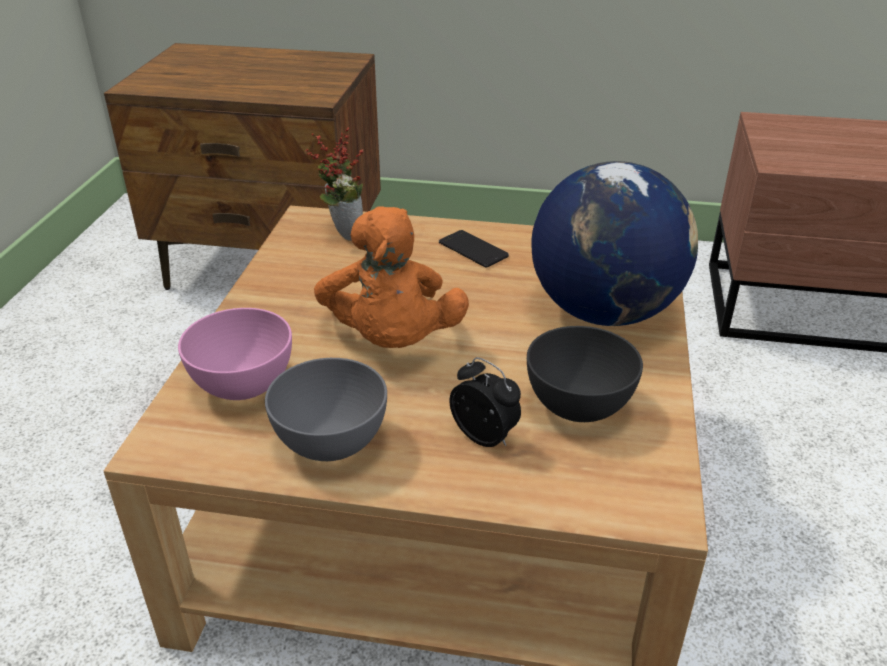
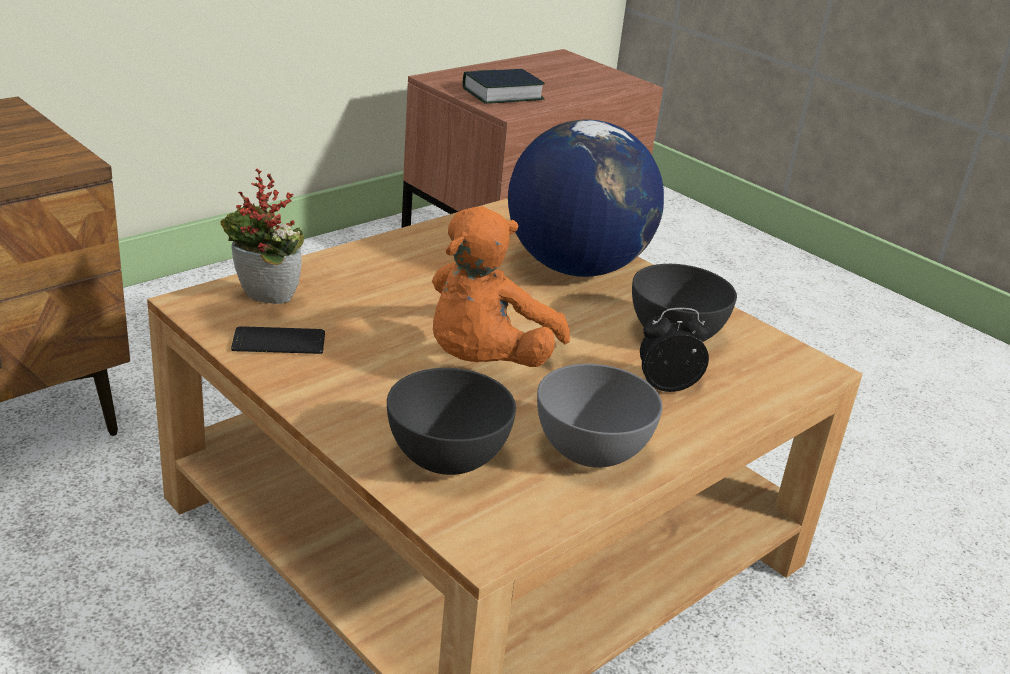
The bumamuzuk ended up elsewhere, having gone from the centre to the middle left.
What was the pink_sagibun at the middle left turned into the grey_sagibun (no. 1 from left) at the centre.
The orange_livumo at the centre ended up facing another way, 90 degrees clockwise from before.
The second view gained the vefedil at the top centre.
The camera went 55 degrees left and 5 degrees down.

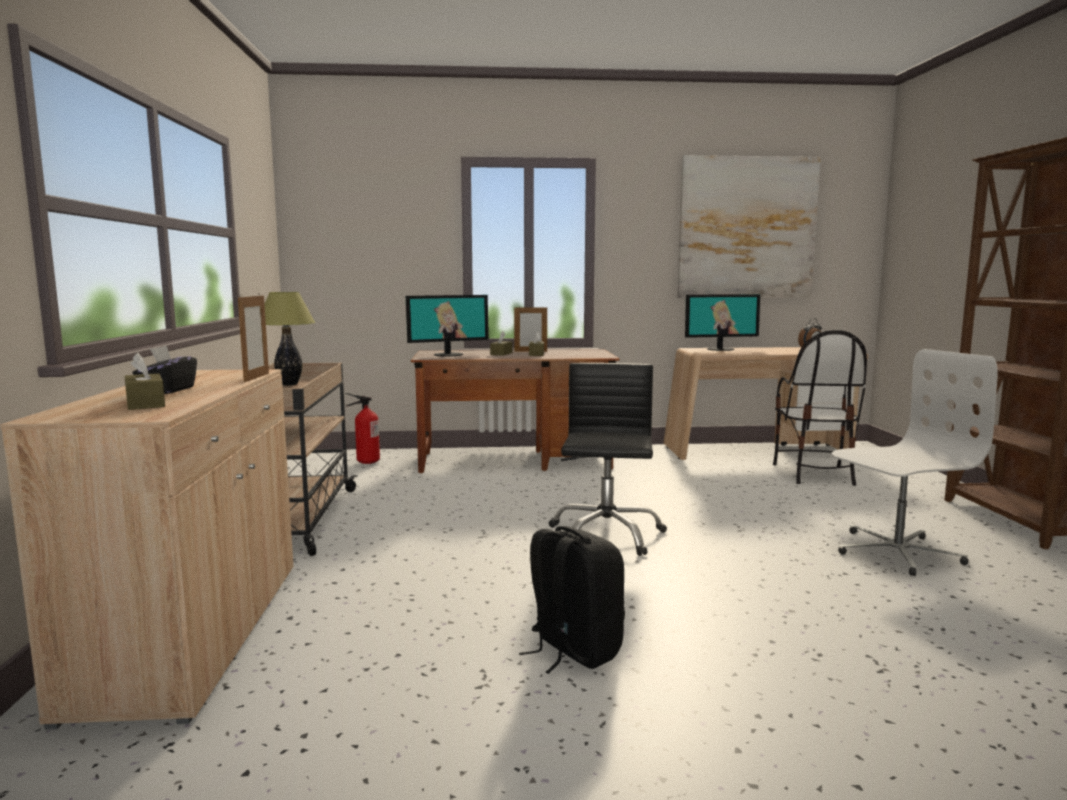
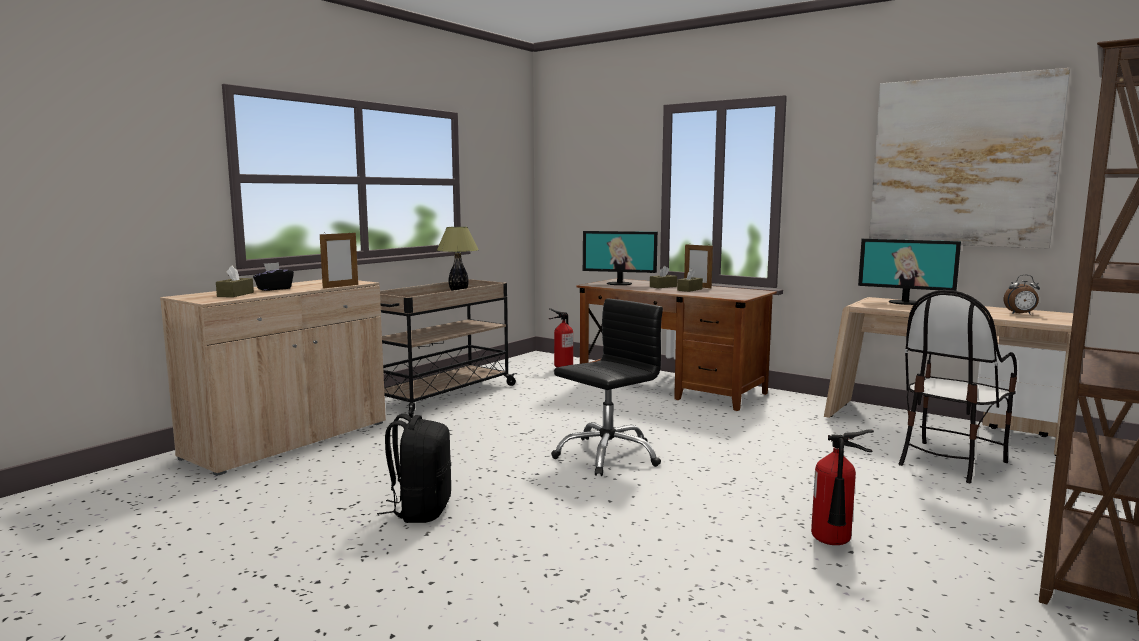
Where the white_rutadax stood at the middle right, the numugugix (no. 2 from left) came to stand at the bottom right.
The camera went 40 degrees right and 0 degrees up.

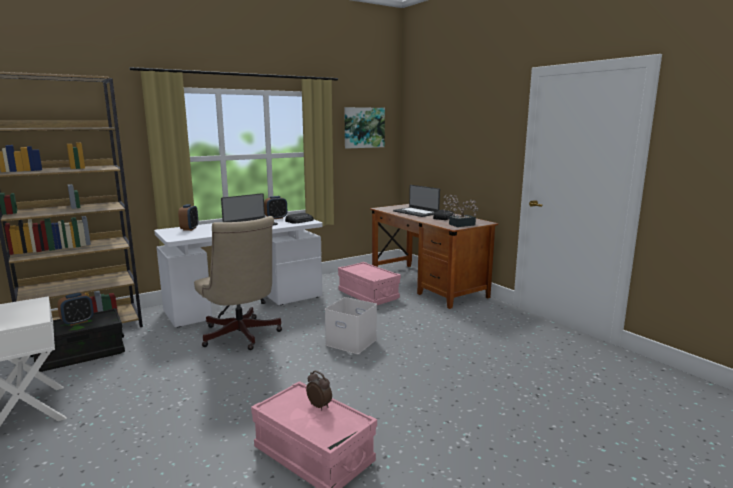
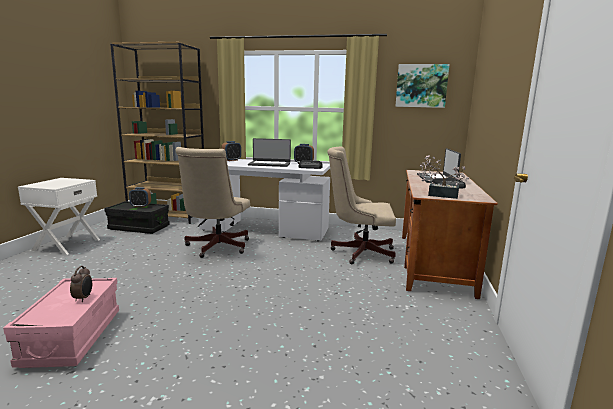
Where the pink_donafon (no. 2 from left) stood at the centre, the beige_rutadax (no. 2 from left) came to stand at the centre.
The second view lost the white_donafon at the centre.
The camera went 45 degrees right and 0 degrees up.

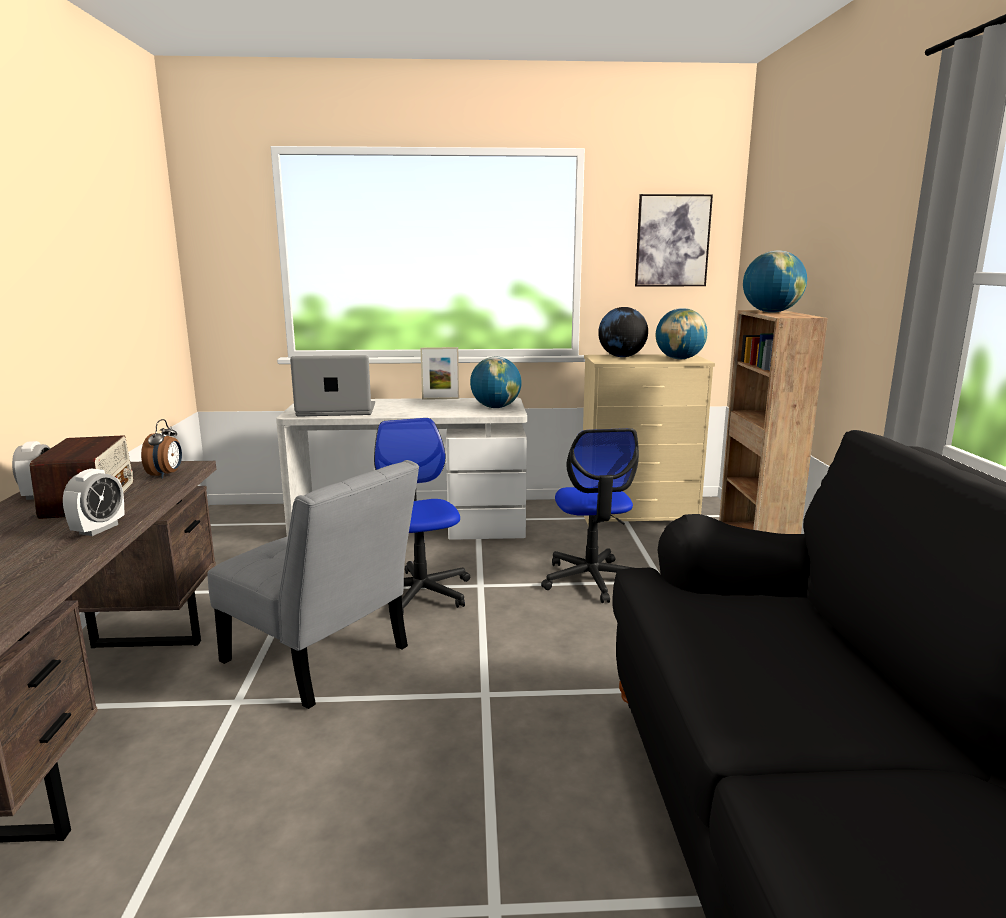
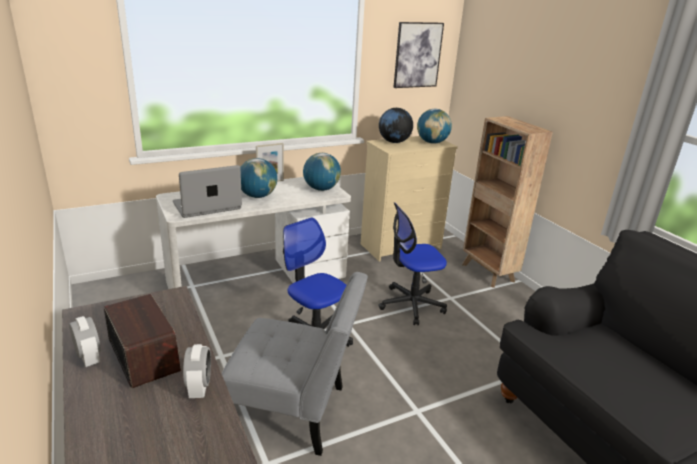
The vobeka (no. 4 from left in the first image) ended up elsewhere, having gone from the top right to the centre.
The rutadax (no. 2 from left) at the centre ended up facing another way, 105 degrees clockwise from before.
The second view lost the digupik (no. 3 from left) at the middle left.
The camera went 25 degrees left and 10 degrees up.

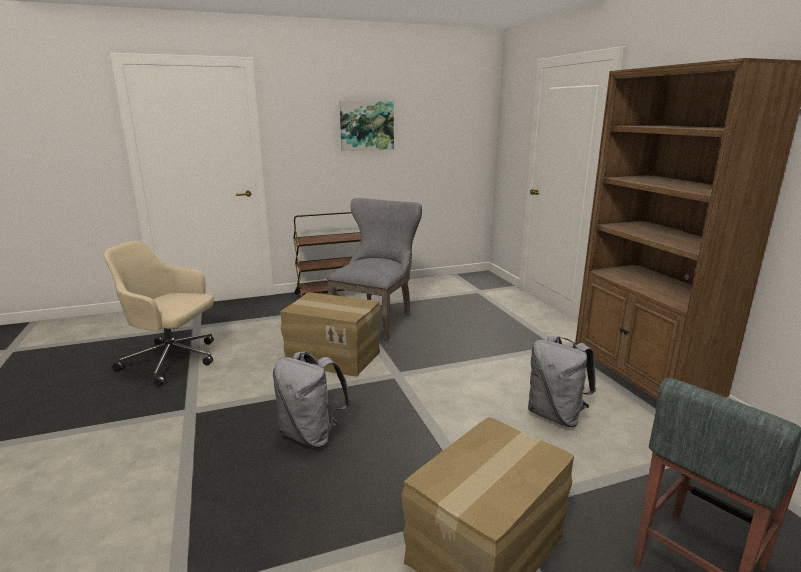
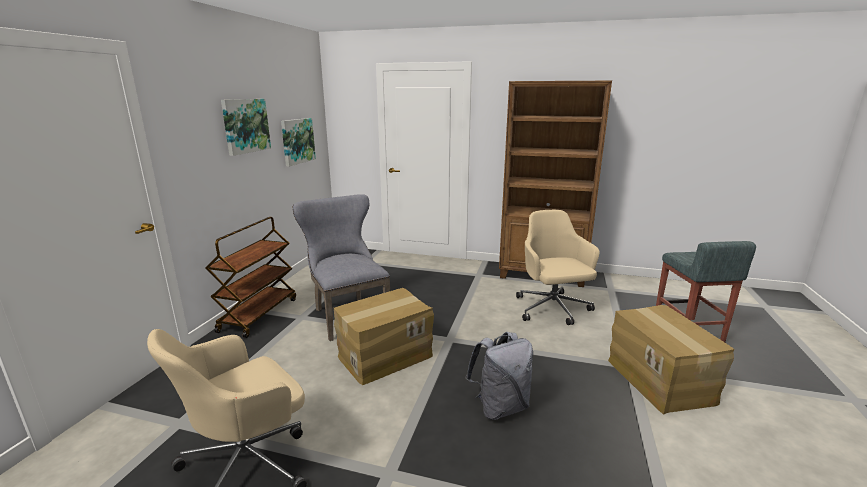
The second view gained the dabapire (no. 2 from left) at the top centre.
Where the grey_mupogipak (no. 2 from left) stood at the middle right, the beige_rutadax (no. 2 from left) came to stand at the centre.
The camera went 55 degrees left and 0 degrees up.

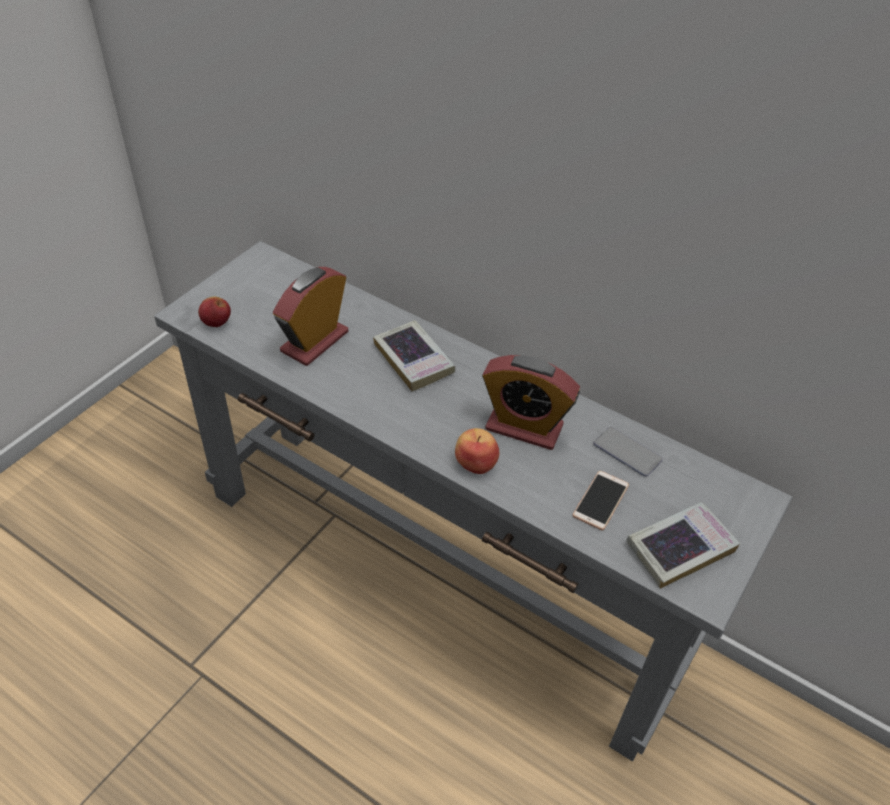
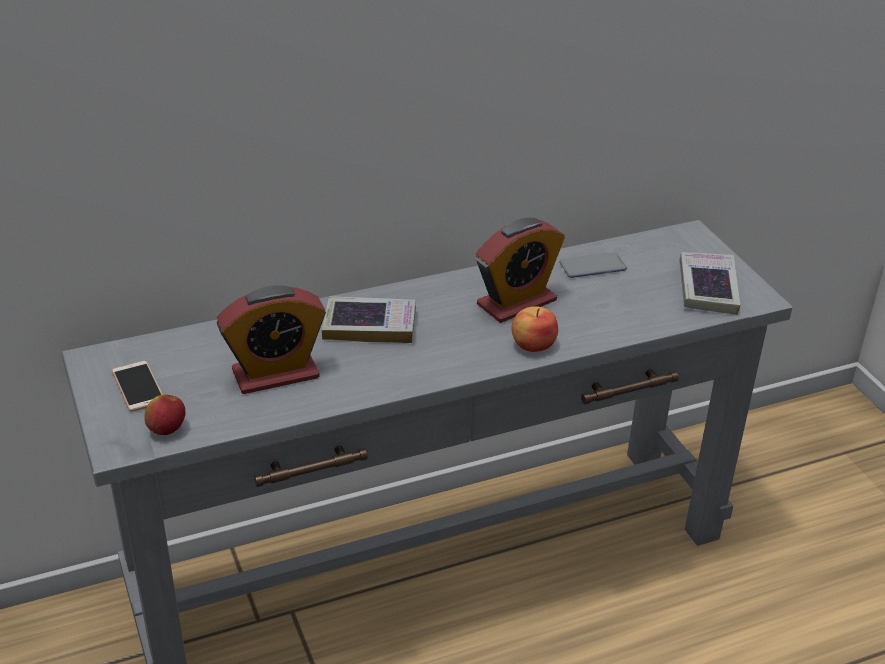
The bumamuzuk (no. 1 from left) ended up elsewhere, having gone from the middle right to the middle left.
The digupik (no. 1 from left) at the centre ended up facing another way, 90 degrees counterclockwise from before.
The camera went 55 degrees left and 10 degrees down.

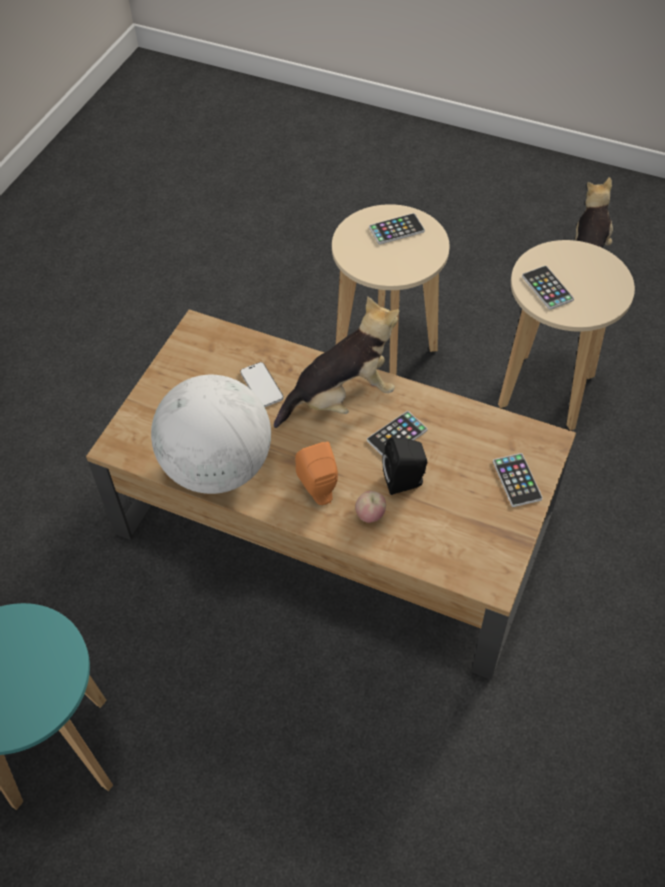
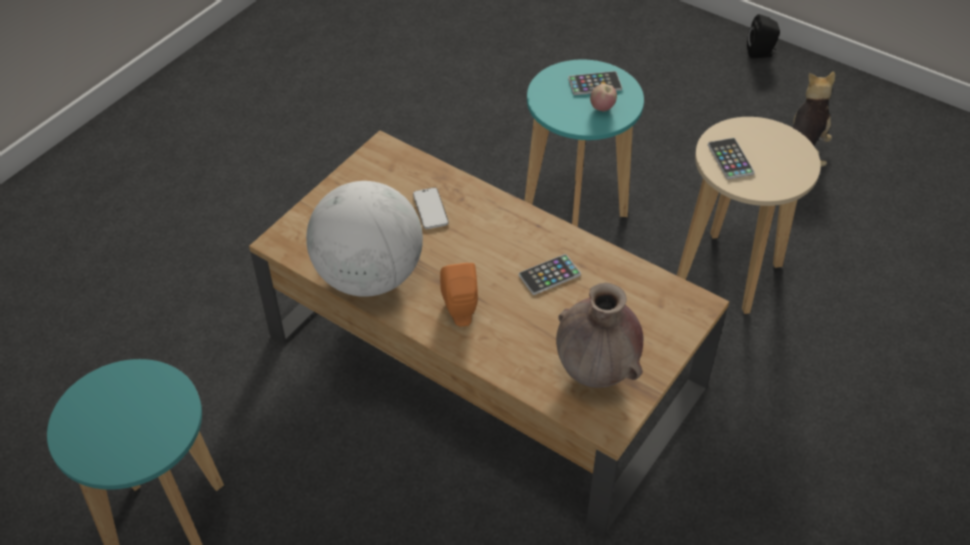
What was the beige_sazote (no. 1 from left) at the top centre turned into the turquoise_sazote (no. 2 from left) at the top centre.
The second view gained the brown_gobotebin at the centre.
The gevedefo ended up elsewhere, having gone from the centre to the top centre.
The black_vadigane ended up elsewhere, having gone from the centre to the top right.
The second view lost the livumo (no. 1 from left) at the centre.
The second view lost the bumamuzuk (no. 4 from left) at the middle right.
The camera went 10 degrees right and 5 degrees down.

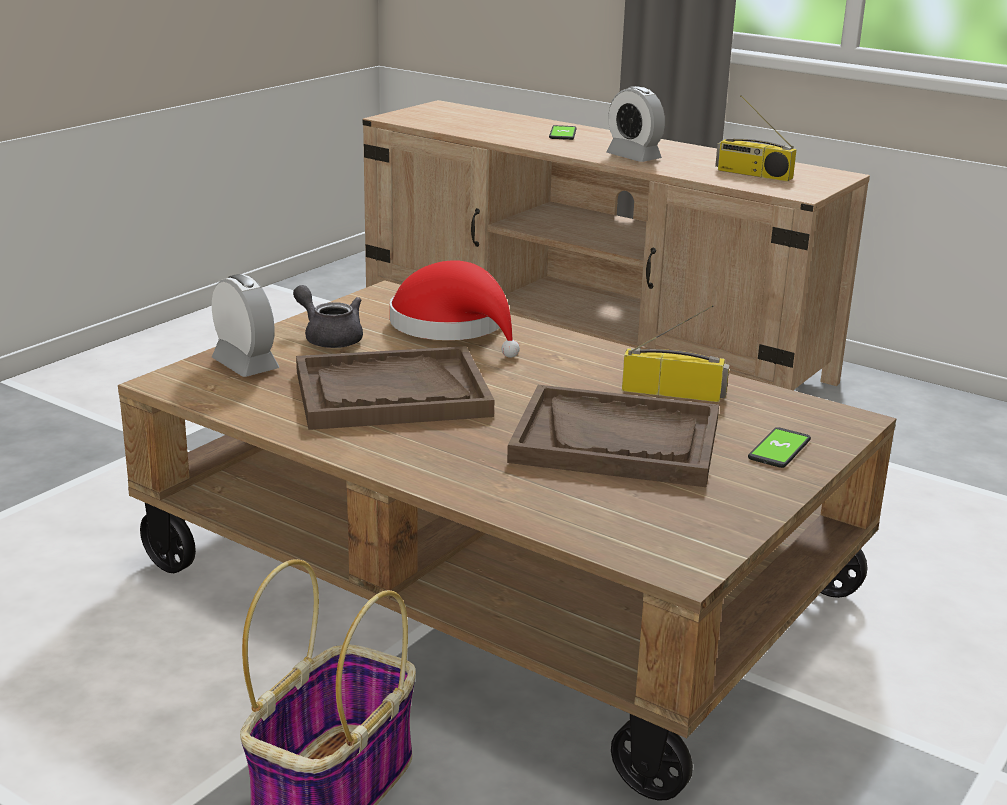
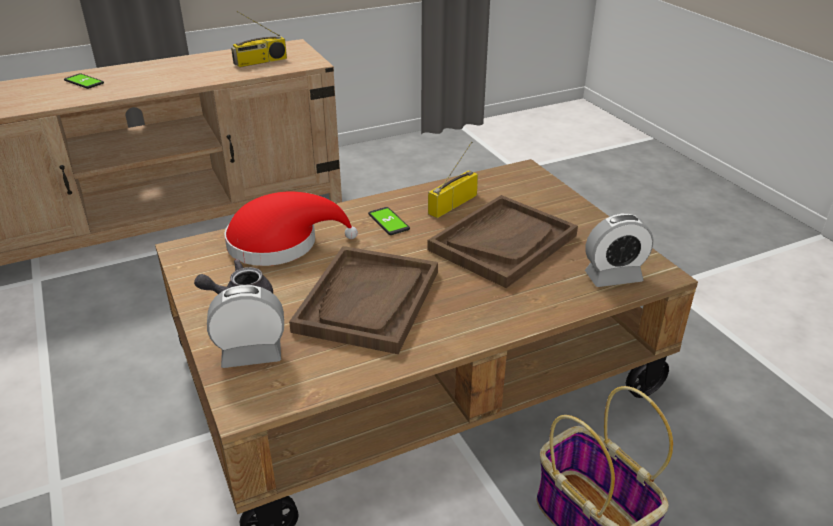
The bumamuzuk (no. 2 from left) ended up elsewhere, having gone from the middle right to the centre.
The digupik (no. 2 from left) ended up elsewhere, having gone from the top centre to the middle right.
The camera went 60 degrees left and 10 degrees up.

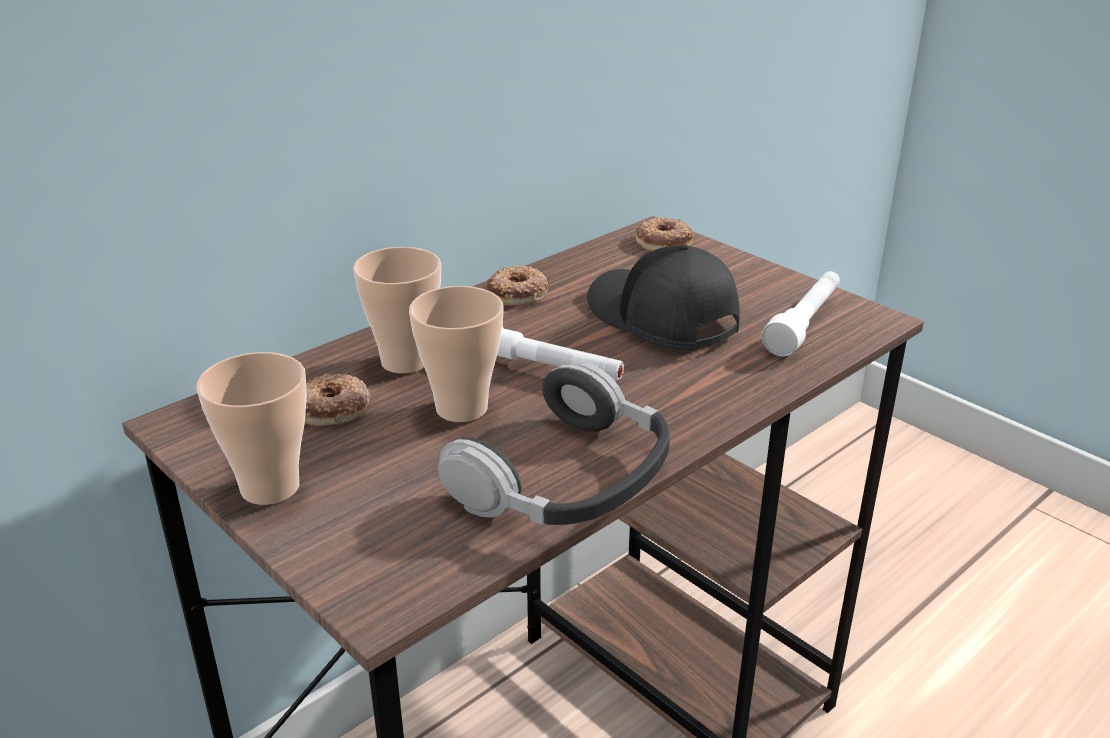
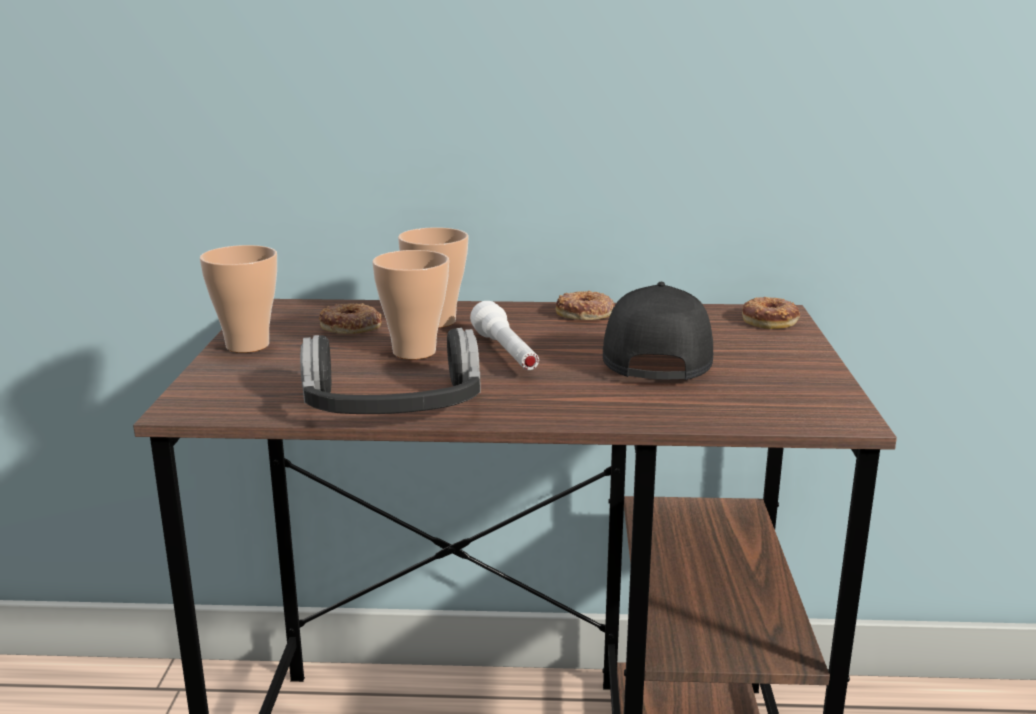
The second view lost the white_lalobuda (no. 2 from left) at the middle right.
The camera went 45 degrees right and 10 degrees down.

